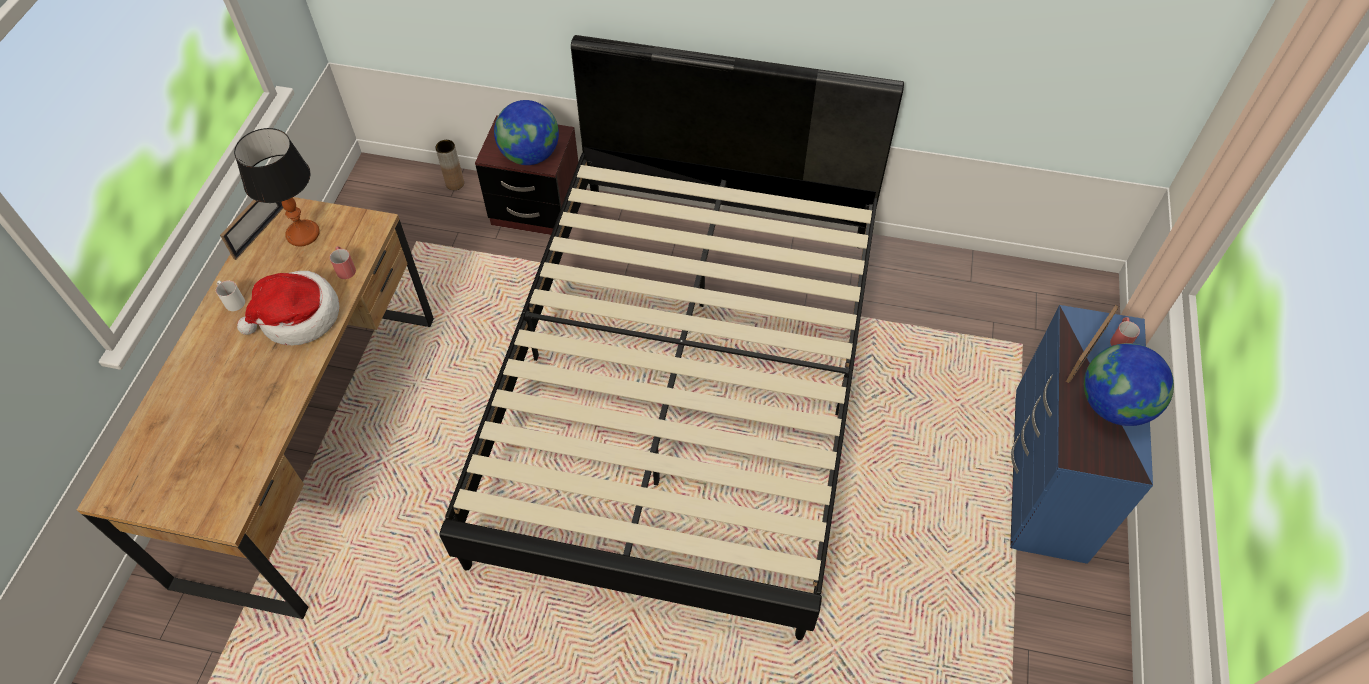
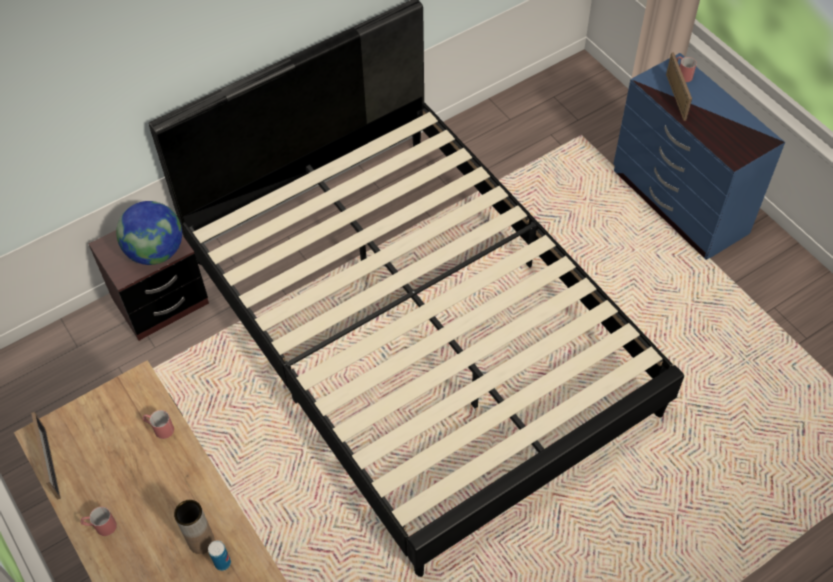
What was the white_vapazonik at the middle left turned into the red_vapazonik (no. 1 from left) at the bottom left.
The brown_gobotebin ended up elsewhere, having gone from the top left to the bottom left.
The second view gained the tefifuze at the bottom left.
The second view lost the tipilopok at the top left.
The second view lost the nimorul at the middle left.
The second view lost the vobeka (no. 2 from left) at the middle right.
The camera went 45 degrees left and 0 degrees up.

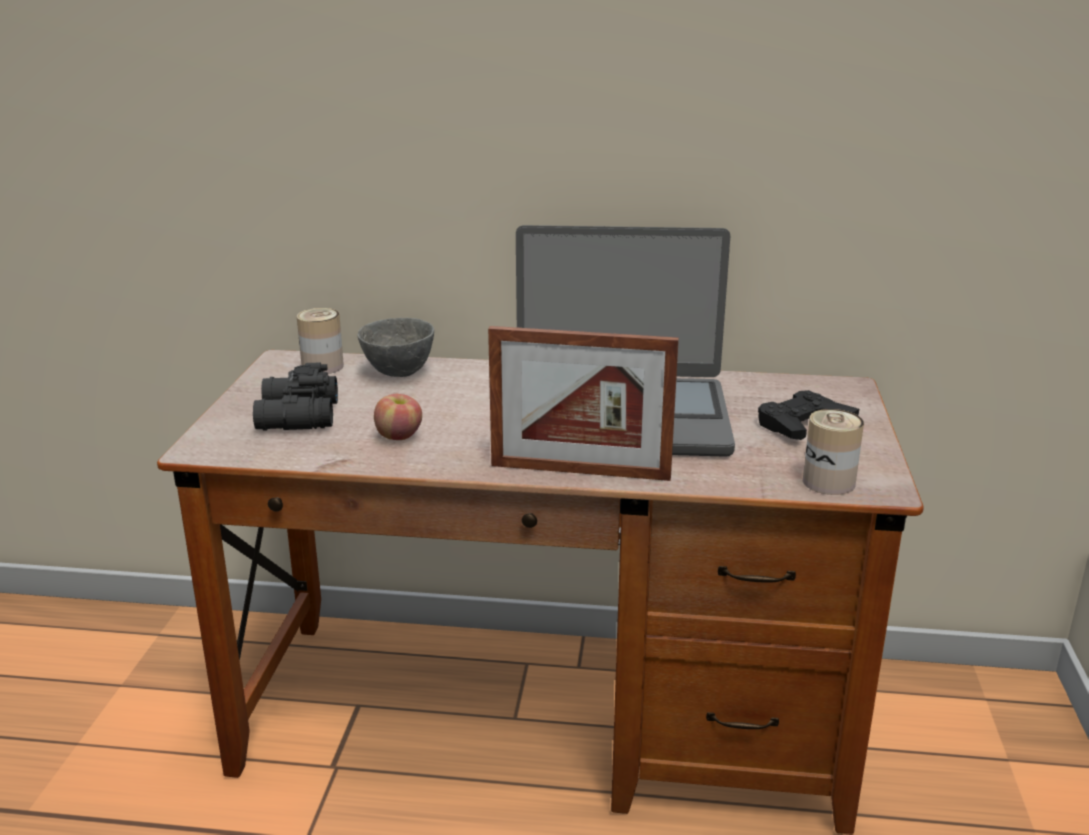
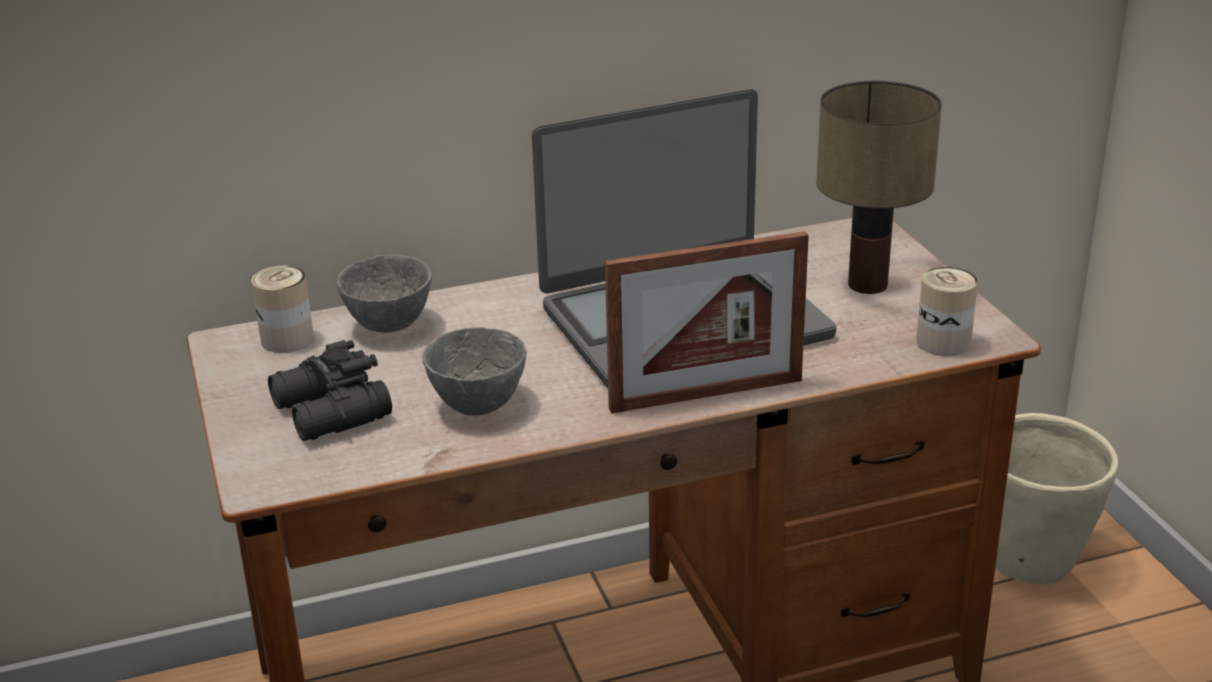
Where the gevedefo stood at the centre, the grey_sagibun (no. 2 from left) came to stand at the centre.
Where the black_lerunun stood at the middle right, the tipilopok came to stand at the top right.
The second view gained the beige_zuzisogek at the bottom right.
The camera went 25 degrees left and 5 degrees up.

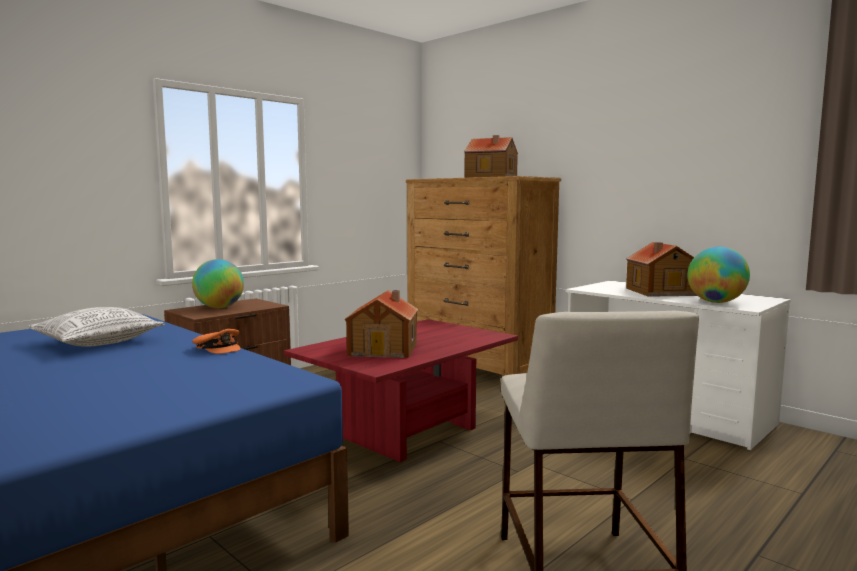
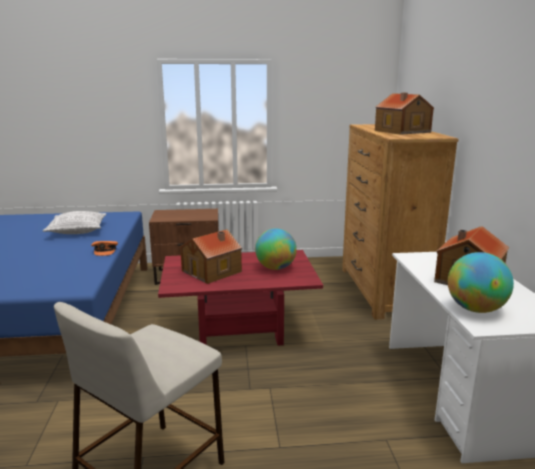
The vobeka (no. 1 from left) ended up elsewhere, having gone from the middle left to the centre.
The camera went 40 degrees right and 10 degrees up.

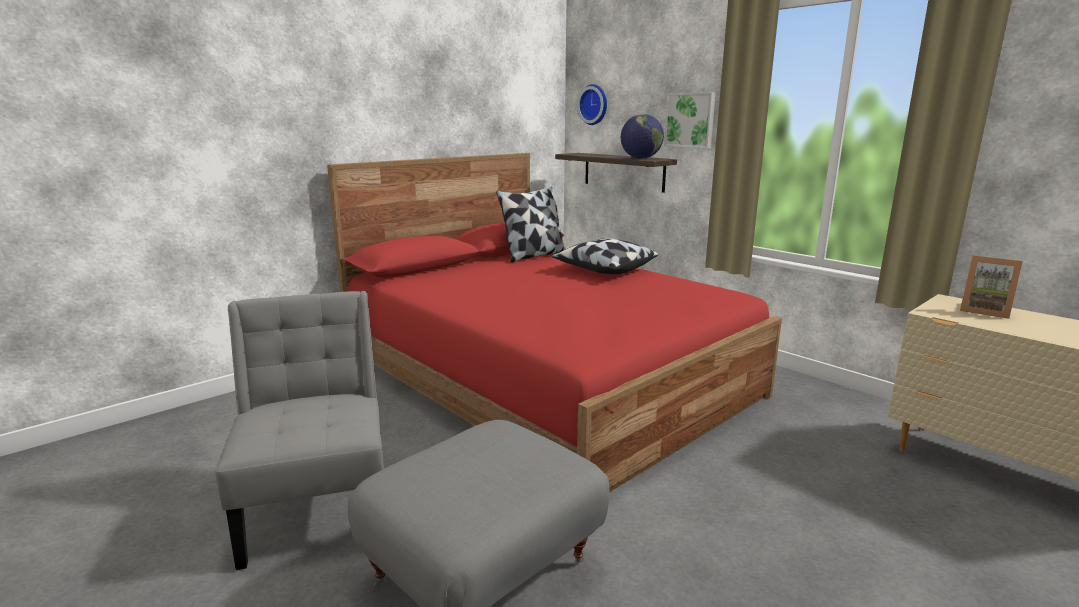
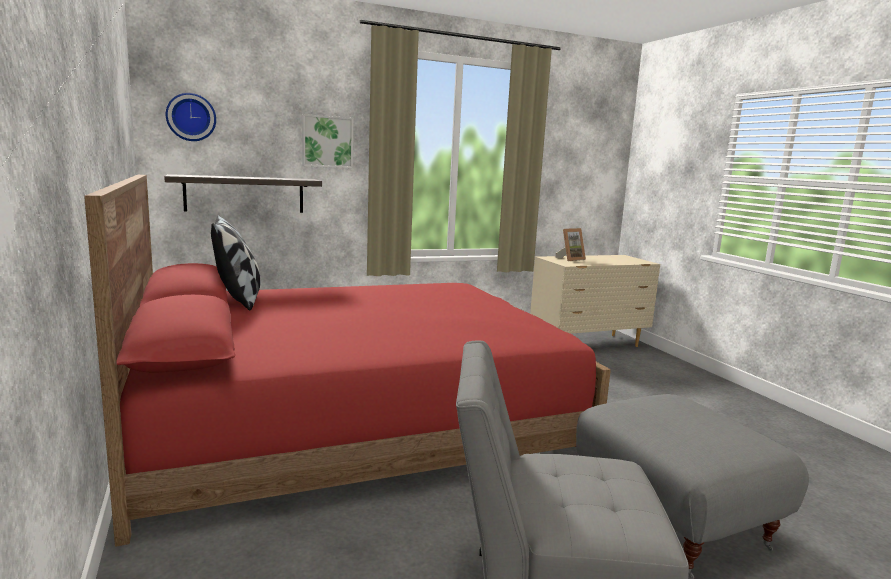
The second view lost the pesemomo (no. 2 from left) at the centre.
The second view lost the vobeka at the top centre.
The camera went 70 degrees left and 5 degrees down.

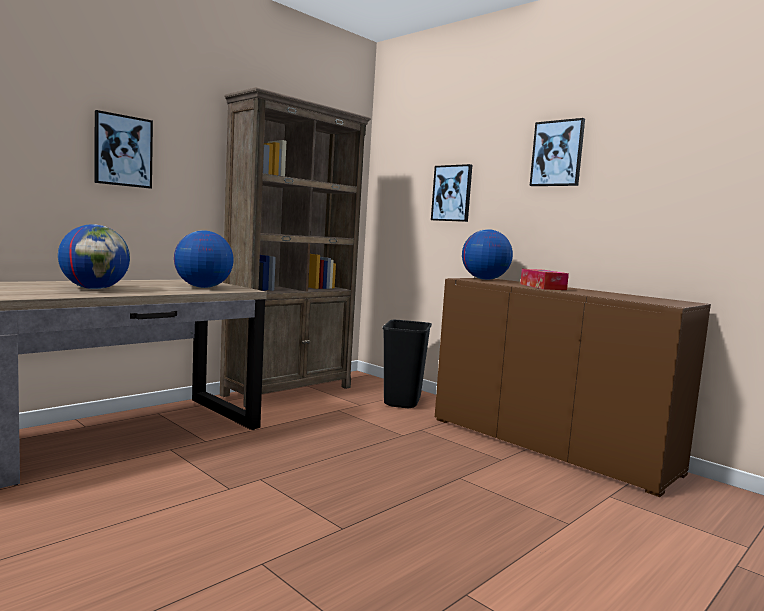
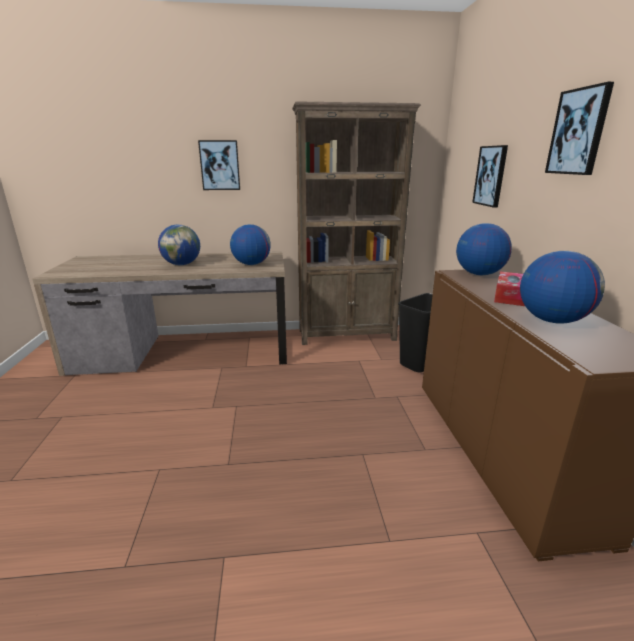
The second view gained the vobeka (no. 4 from left) at the middle right.
The camera went 40 degrees right and 15 degrees up.

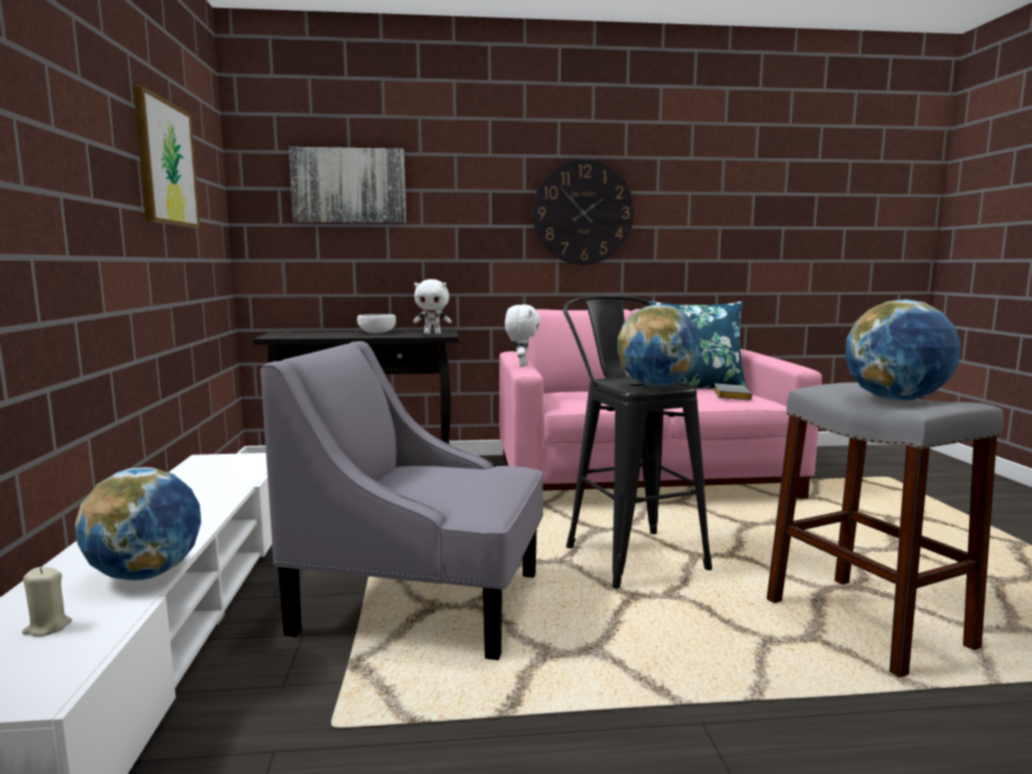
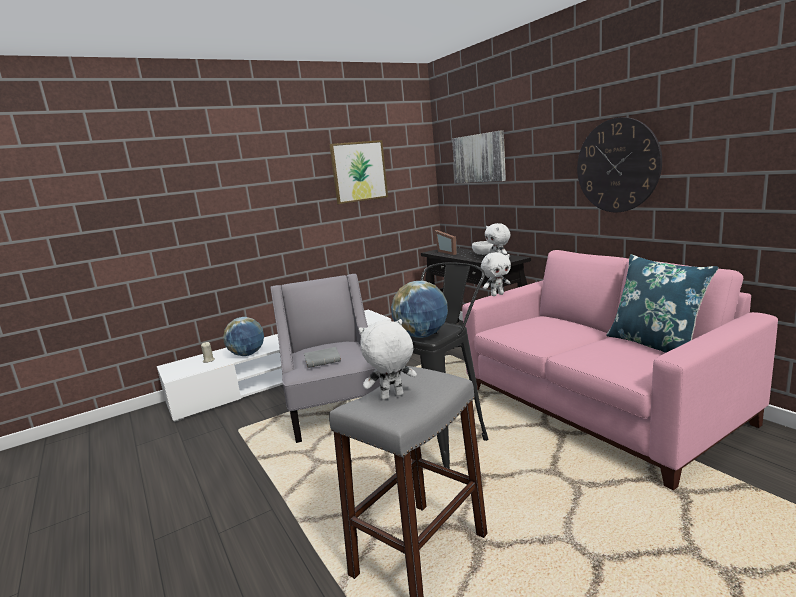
The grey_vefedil ended up elsewhere, having gone from the middle right to the centre.
Where the vobeka (no. 3 from left) stood at the middle right, the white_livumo (no. 1 from left) came to stand at the centre.
The second view gained the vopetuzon at the centre.
The camera went 65 degrees right and 5 degrees up.

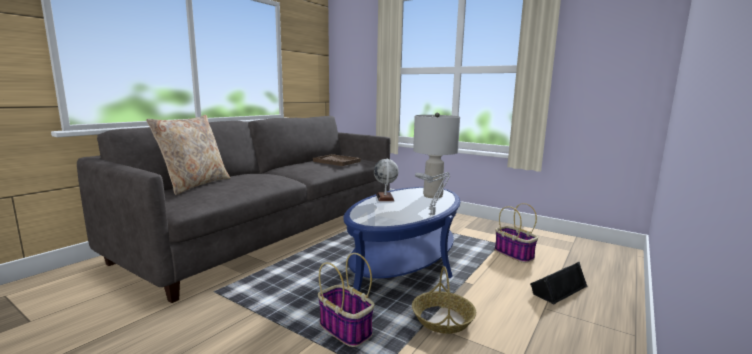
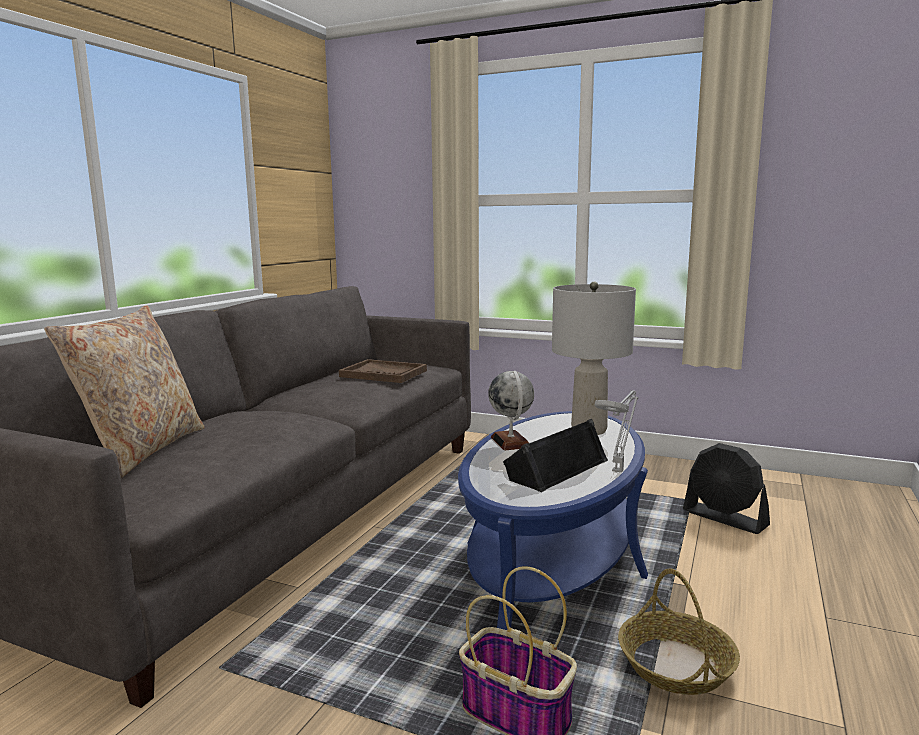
The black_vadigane ended up elsewhere, having gone from the bottom right to the centre.
Where the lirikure (no. 3 from left) stood at the middle right, the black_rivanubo came to stand at the middle right.
The camera went 10 degrees left and 0 degrees up.

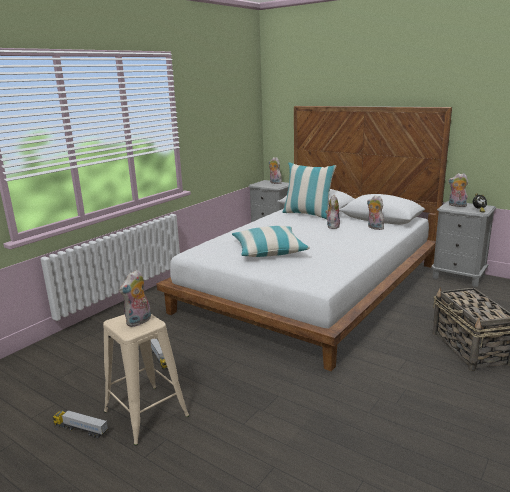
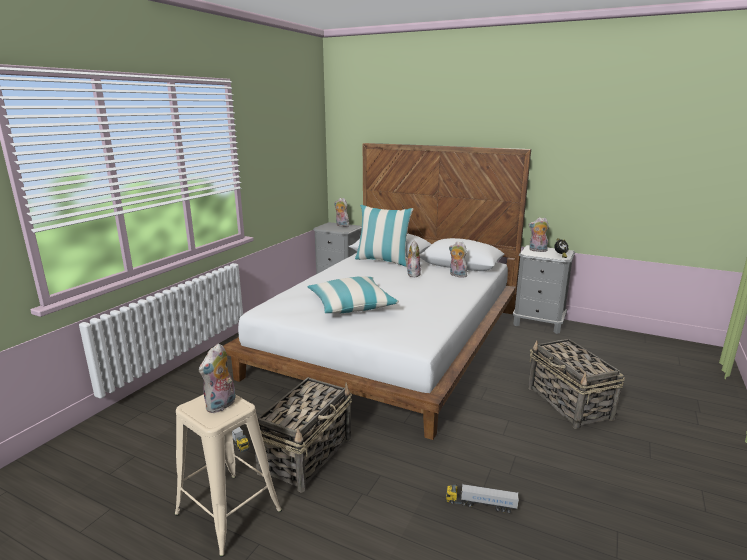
The second view gained the lirikure (no. 1 from left) at the bottom centre.
The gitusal (no. 1 from left in the first image) ended up elsewhere, having gone from the bottom left to the bottom centre.
The camera went 10 degrees left and 0 degrees up.

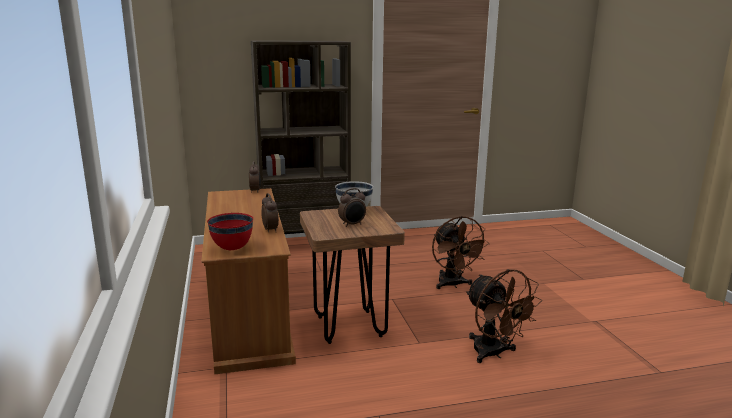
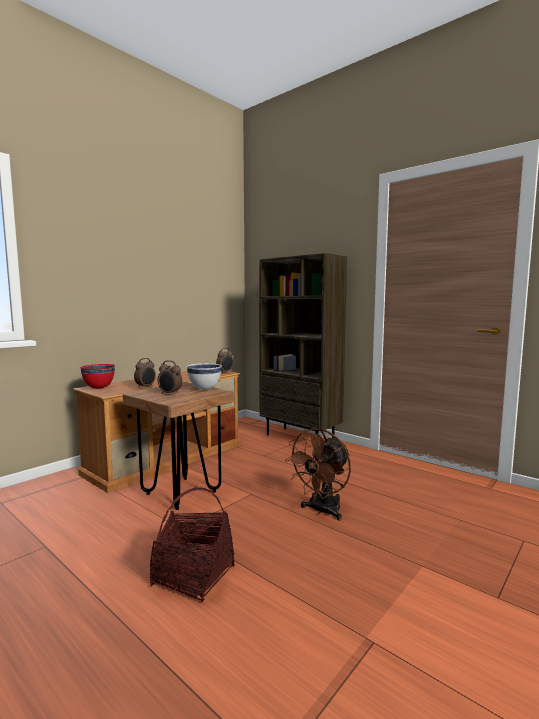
Where the brown_rivanubo (no. 2 from left) stood at the bottom right, the lirikure came to stand at the bottom centre.
The camera went 55 degrees right and 10 degrees down.

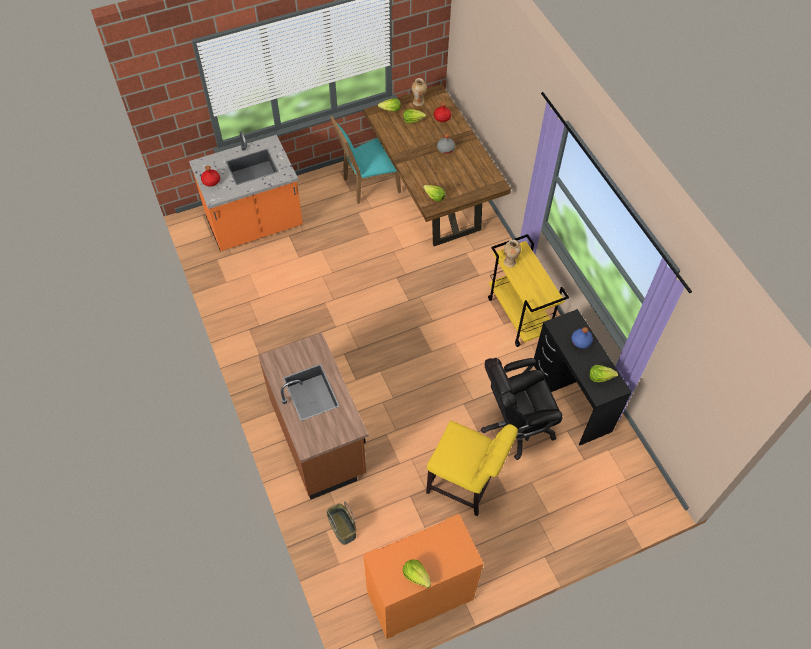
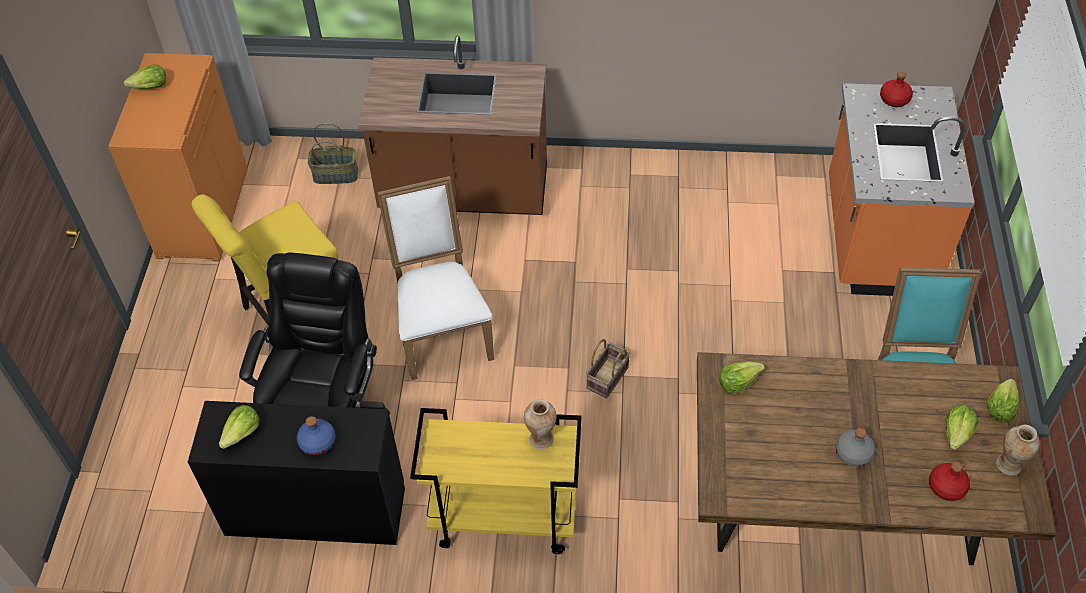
The second view gained the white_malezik at the centre.
The second view gained the lirikure (no. 2 from left) at the centre.
The camera went 120 degrees right and 5 degrees down.

